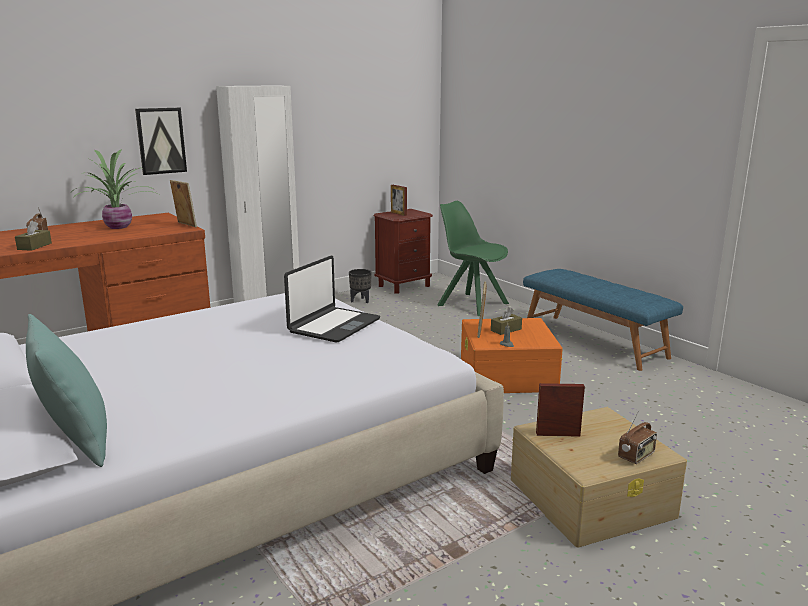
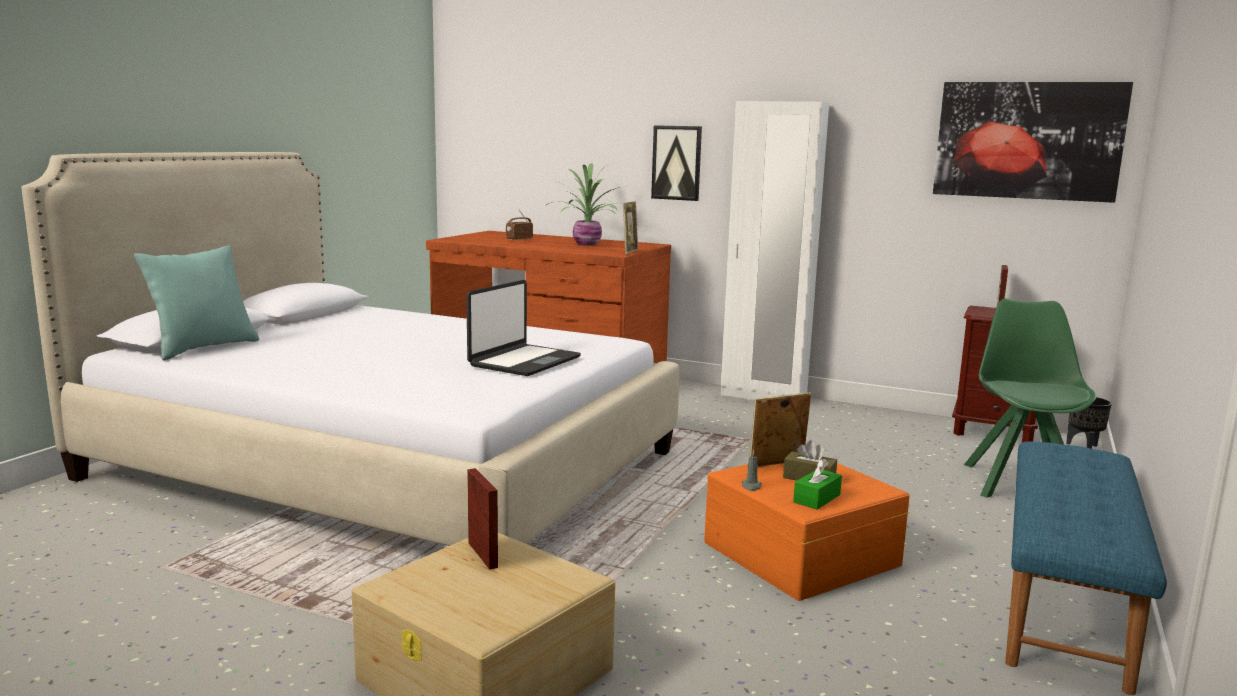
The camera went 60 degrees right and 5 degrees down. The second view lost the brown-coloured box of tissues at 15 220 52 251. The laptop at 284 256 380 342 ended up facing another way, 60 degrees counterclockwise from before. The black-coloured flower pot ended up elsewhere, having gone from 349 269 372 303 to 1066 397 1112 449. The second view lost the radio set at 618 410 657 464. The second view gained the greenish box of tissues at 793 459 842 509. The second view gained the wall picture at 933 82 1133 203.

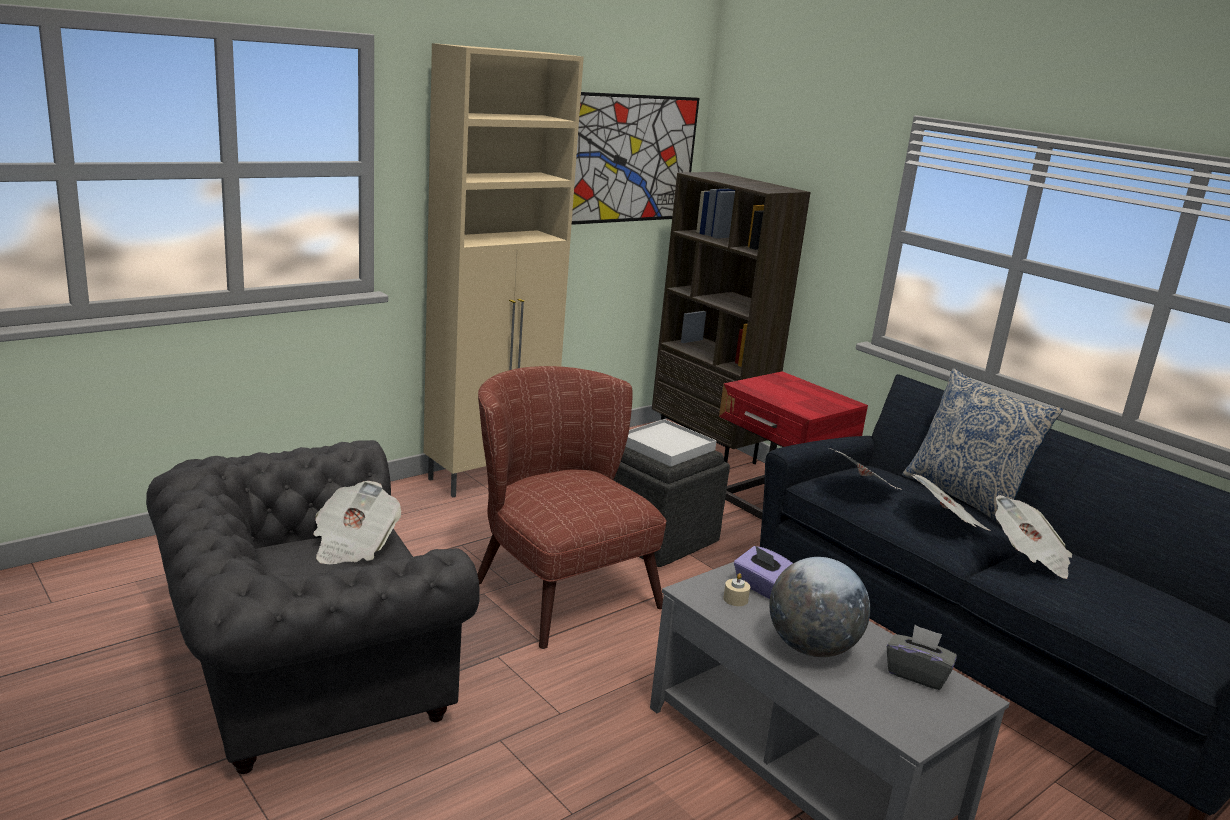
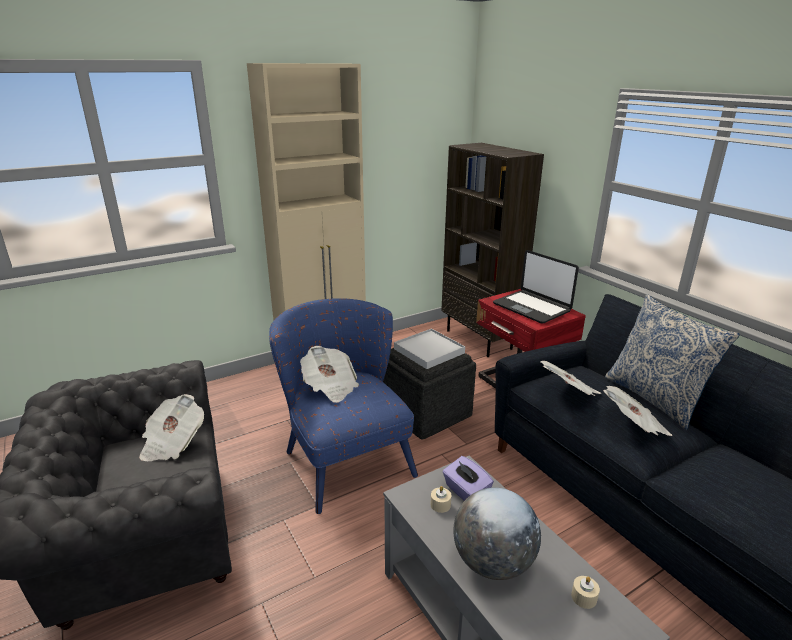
The camera went 10 degrees right and 5 degrees up. What was the brown-coloured lounge chair at 477 366 666 649 turned into the bluish lounge chair at 269 298 418 514. The second view lost the wall picture at 572 92 699 225. Where the grey box of tissues stood at 887 625 957 690, the sand-coloured wax light came to stand at 571 576 600 609. The newspaper ended up elsewhere, having gone from 995 495 1072 579 to 300 346 359 403. The second view gained the laptop at 493 250 579 323.

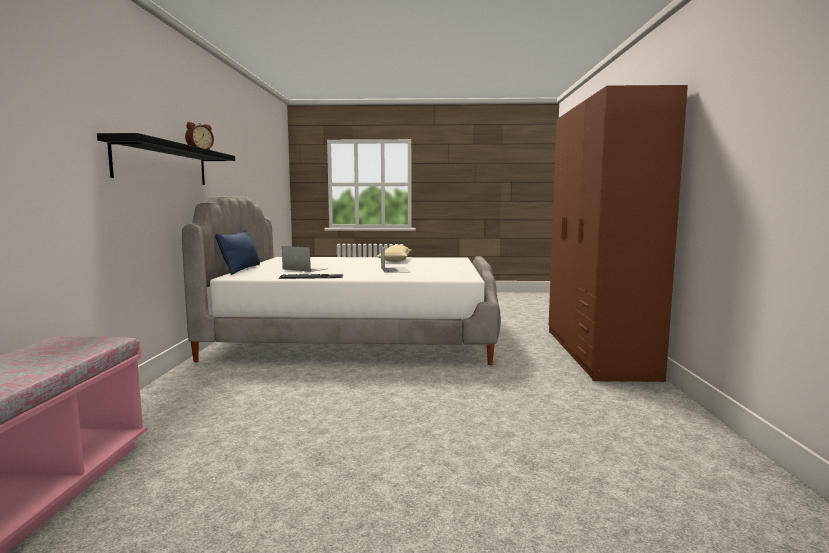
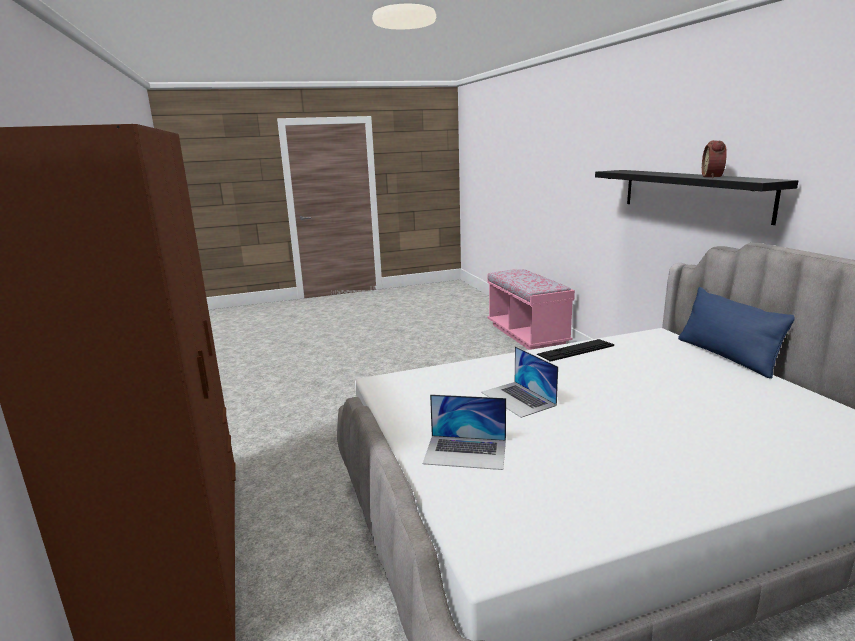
The camera went 160 degrees right and 10 degrees up. The laptop ended up elsewhere, having gone from 282 246 326 272 to 423 394 506 470. The second view lost the sand-coloured throw pillow at 376 245 412 262.

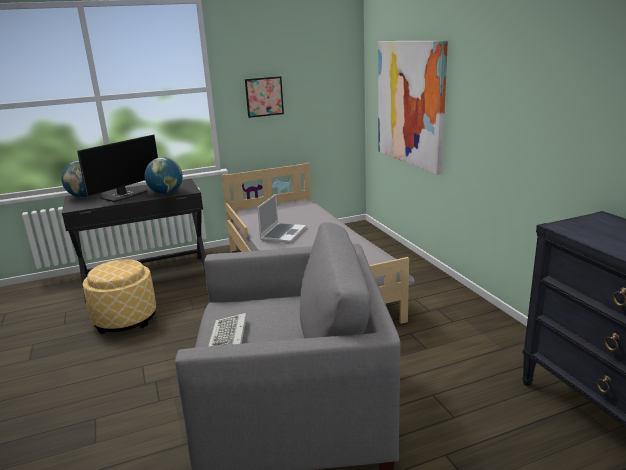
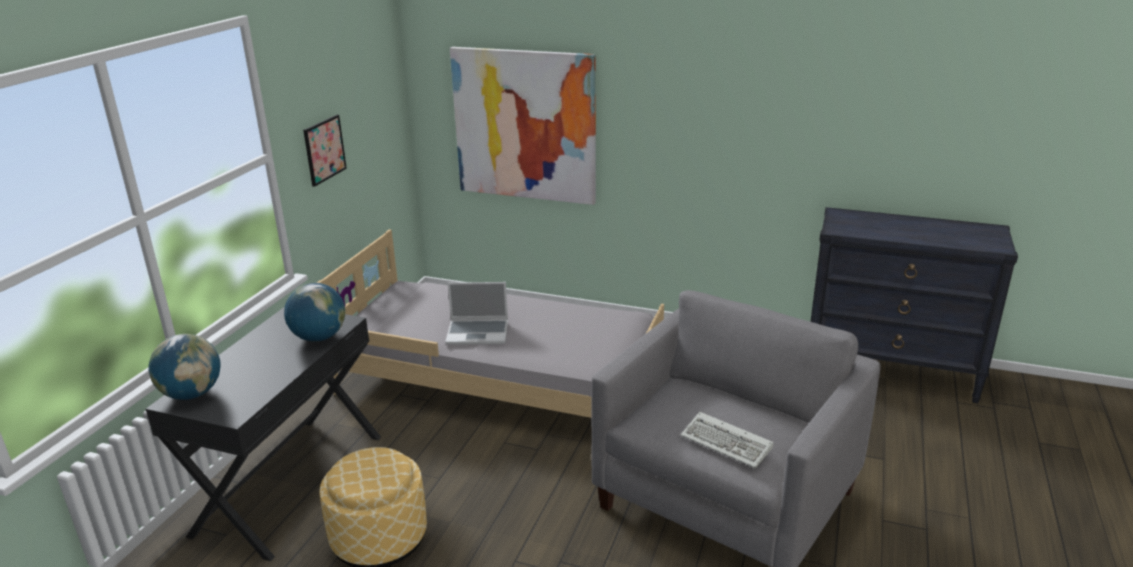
The camera went 50 degrees left and 5 degrees up. The second view lost the computer screen at 77 135 158 202. The laptop at 257 194 306 243 ended up facing another way, 120 degrees clockwise from before.

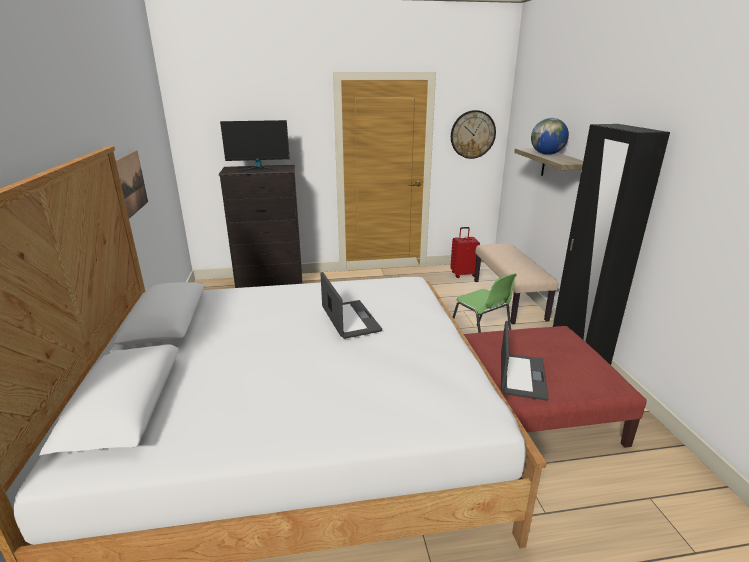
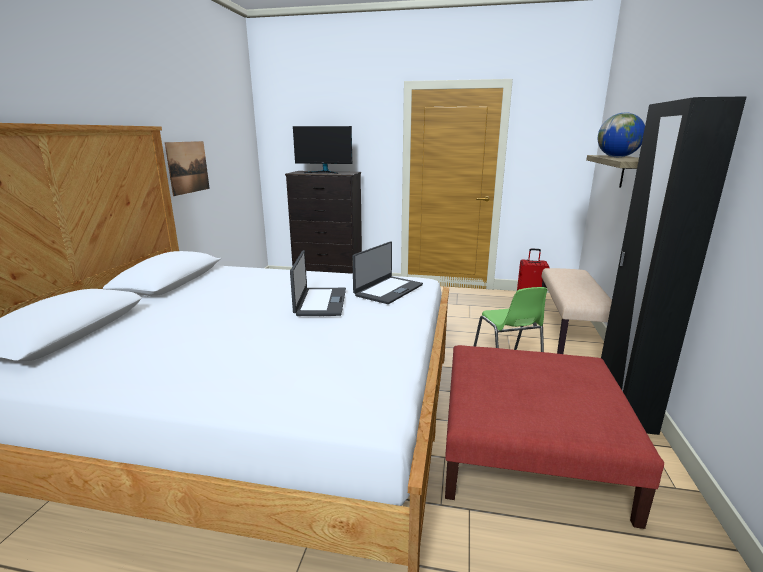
The camera went 20 degrees right and 5 degrees down. The second view lost the clock on the wall at 451 110 496 159. The laptop ended up elsewhere, having gone from 501 321 549 400 to 352 241 423 304.

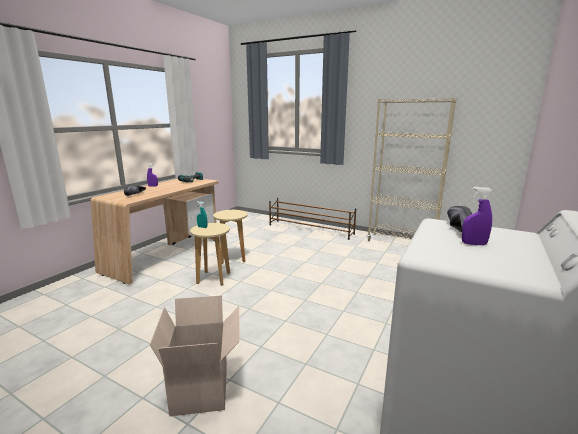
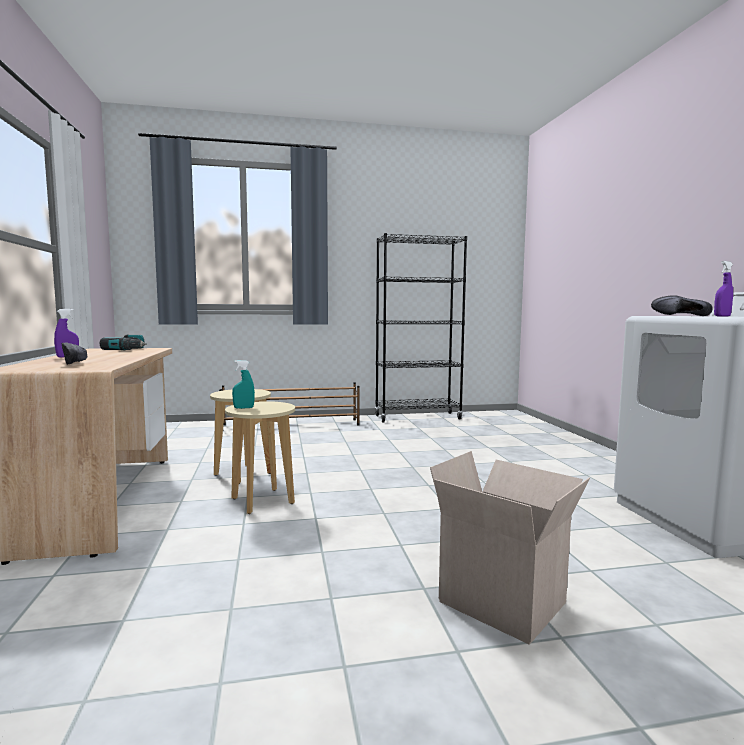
The camera went 40 degrees left and 10 degrees down. What was the sand-coloured bookshelf at 367 98 456 241 turned into the black-coloured bookshelf at 375 233 467 423.

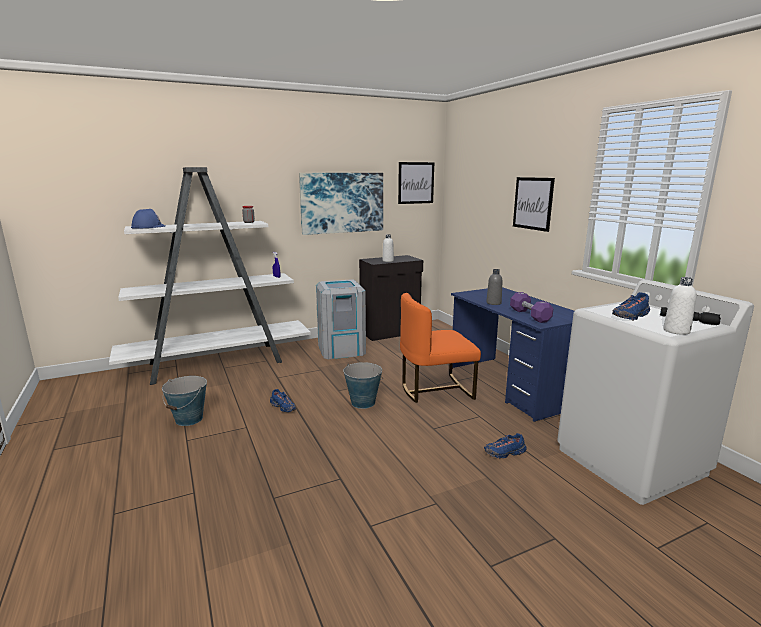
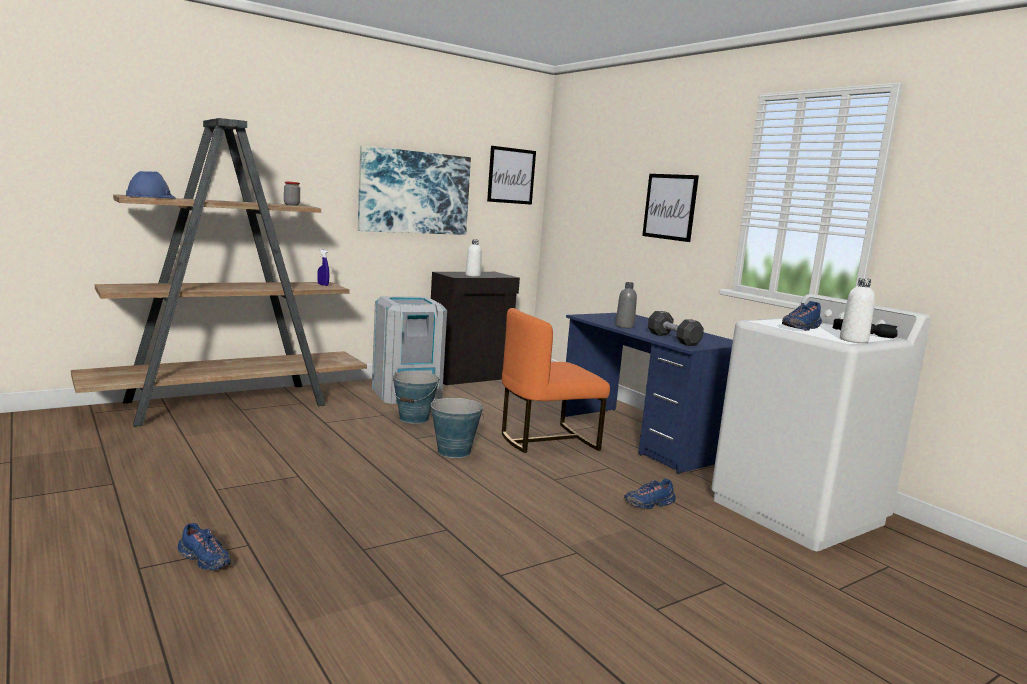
The camera went 10 degrees left and 5 degrees down. What was the whitish bookshelf at 109 167 311 385 turned into the brown-coloured bookshelf at 71 118 367 427. The bucket ended up elsewhere, having gone from 162 376 207 426 to 391 371 439 424. The bluish item of footwear ended up elsewhere, having gone from 270 389 296 412 to 178 523 231 570. What was the purplish free weight at 510 292 553 323 turned into the black-coloured free weight at 648 311 704 346.

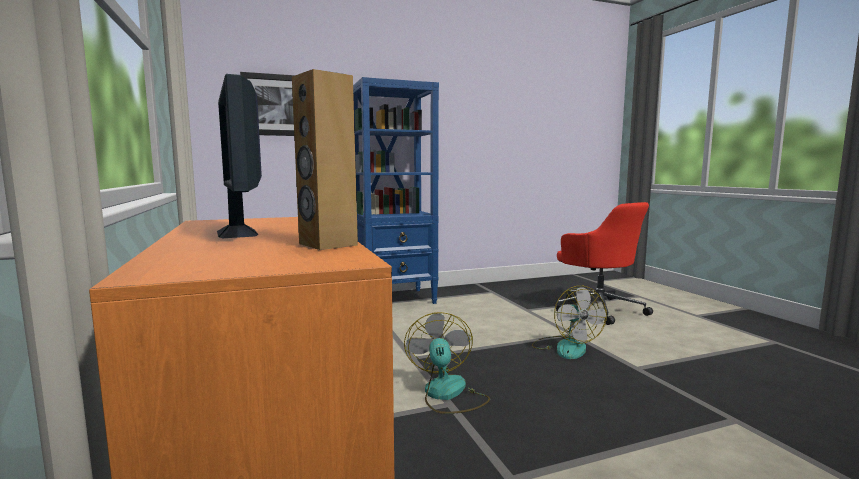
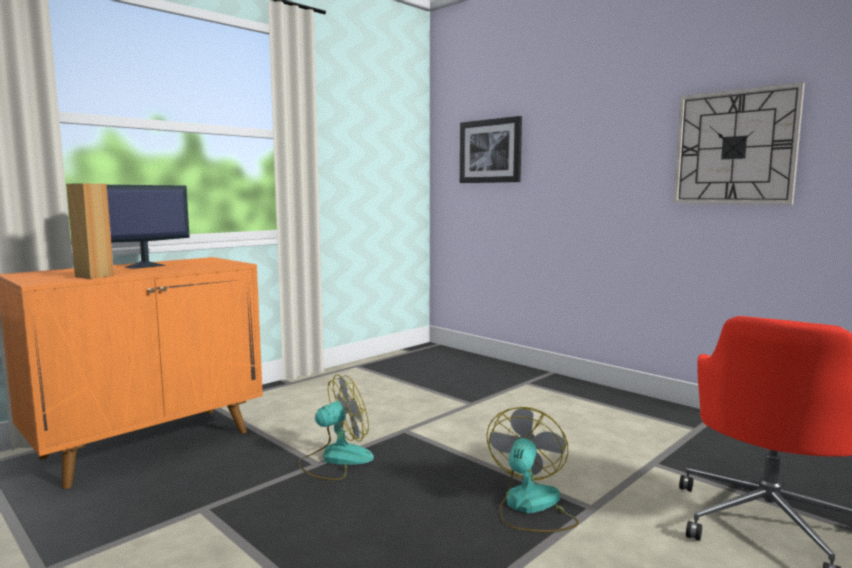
The camera went 65 degrees right and 0 degrees up. The second view lost the bluish bookshelf at 353 77 439 304. The electric fan at 532 286 607 359 ended up facing another way, 150 degrees clockwise from before. The second view gained the clock on the wall at 674 82 805 205.

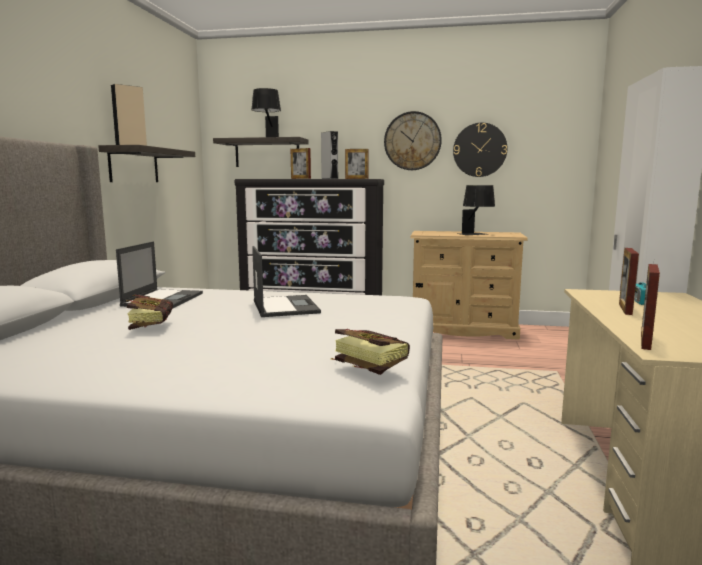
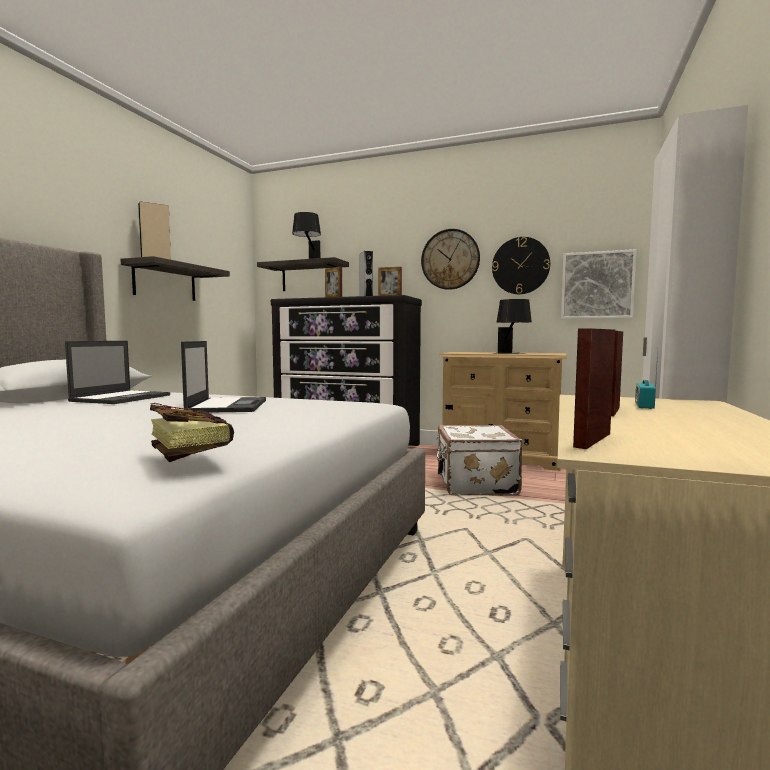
The camera went 10 degrees right and 5 degrees down. The second view lost the bound book at 127 295 173 330. The second view gained the whitish suitcase at 436 425 523 496. The second view gained the wall picture at 561 249 636 319.

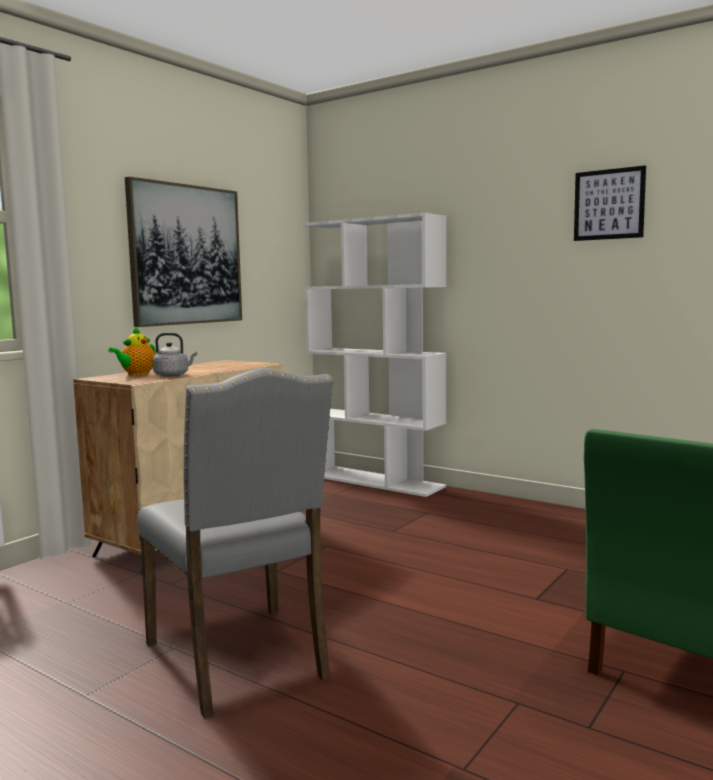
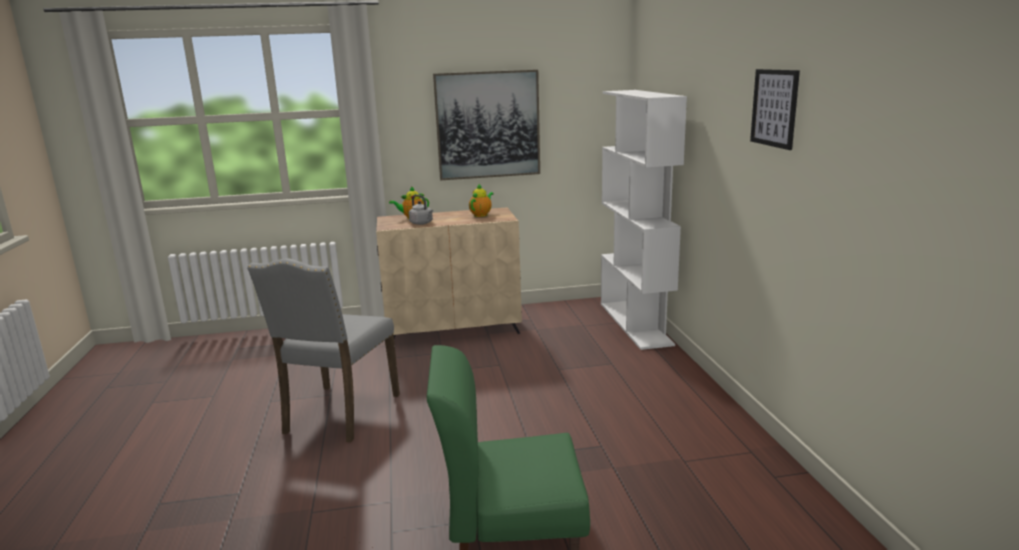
The camera went 45 degrees right and 10 degrees up. The second view gained the pot for tea at 469 184 494 217.

